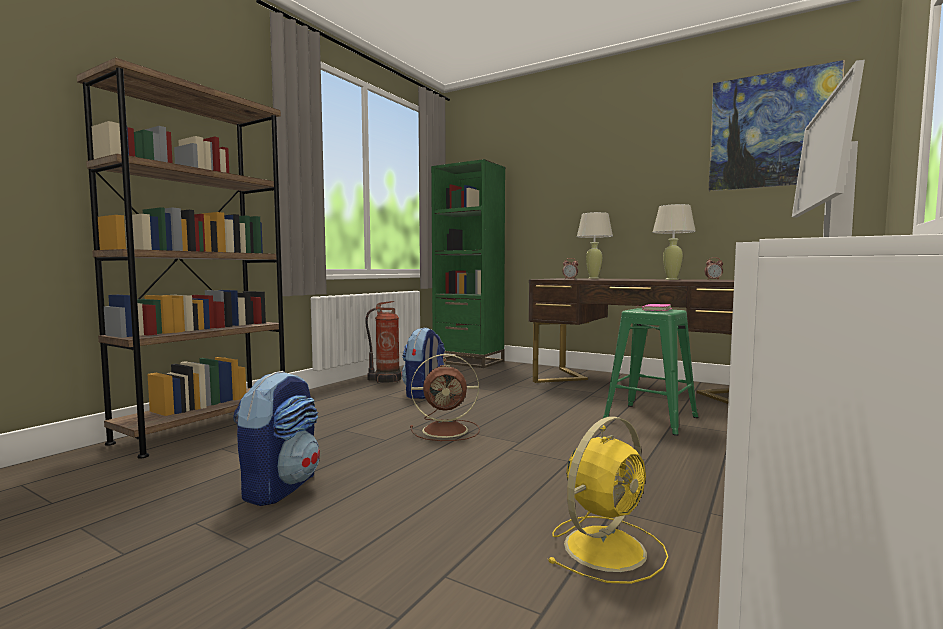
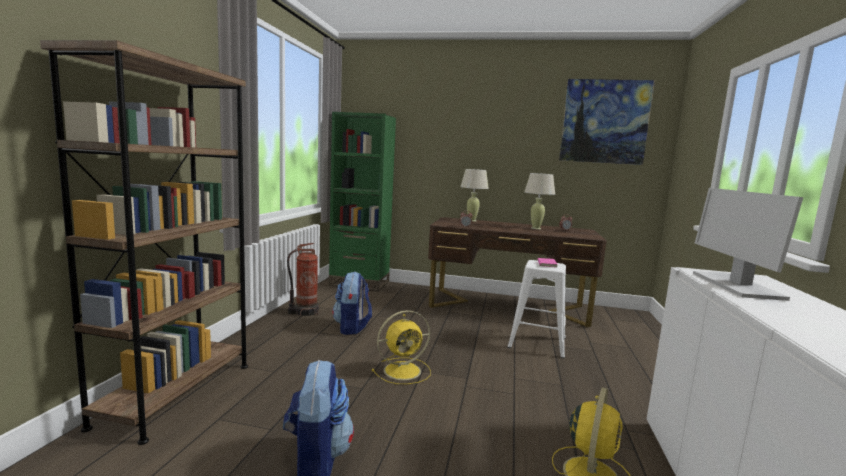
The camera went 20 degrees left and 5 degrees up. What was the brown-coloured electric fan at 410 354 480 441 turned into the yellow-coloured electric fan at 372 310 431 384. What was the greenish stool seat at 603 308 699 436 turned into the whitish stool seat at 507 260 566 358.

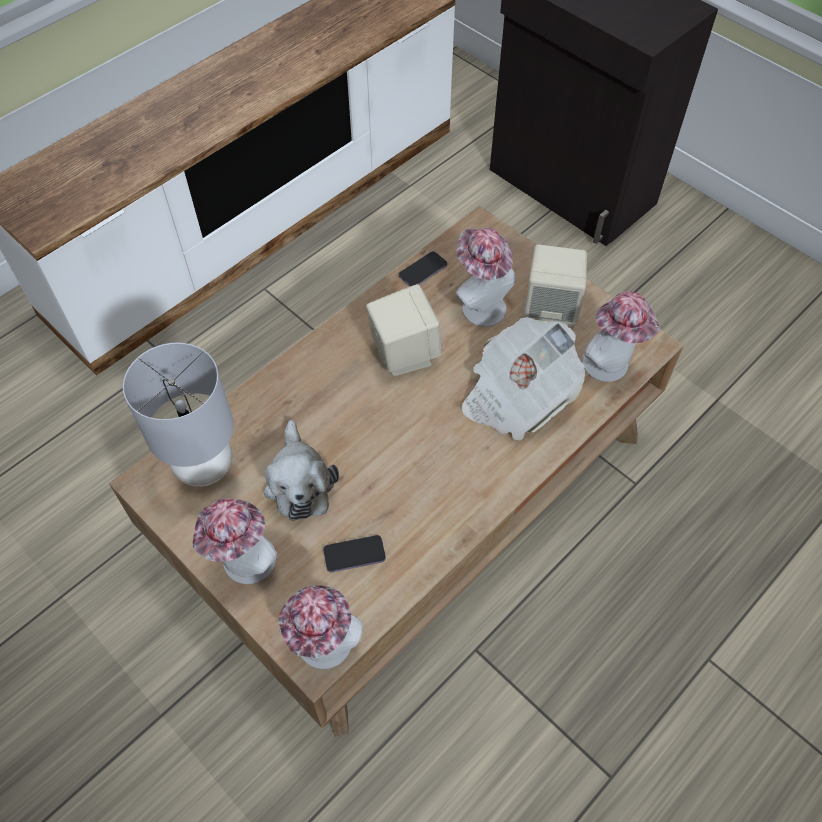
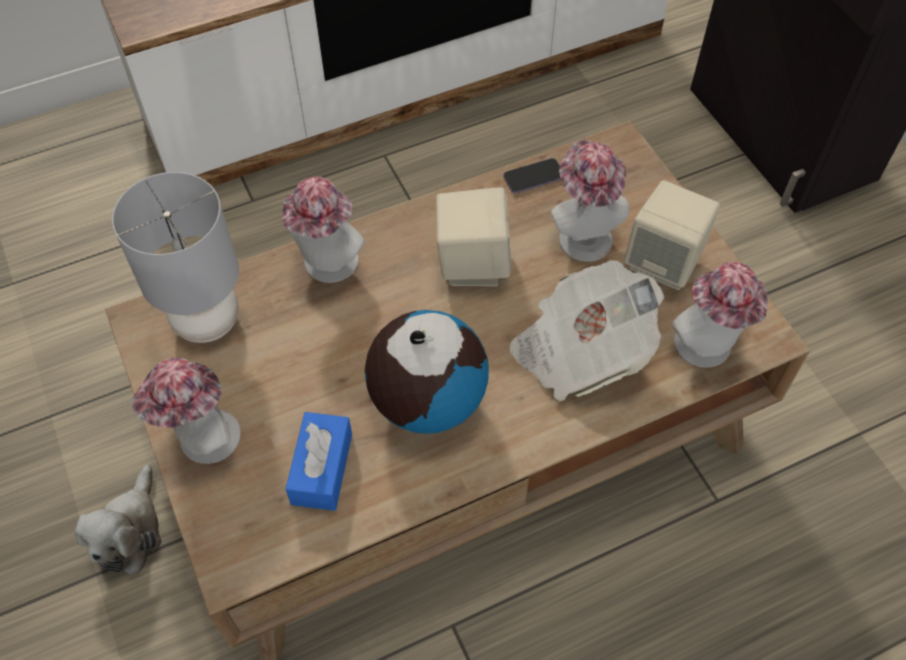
The camera went 20 degrees right and 0 degrees up. The plush toy ended up elsewhere, having gone from 264 420 339 521 to 75 465 162 574. The hat ended up elsewhere, having gone from 279 585 362 669 to 282 176 365 283. Where the telephone stood at 323 535 386 572, the bluish box of tissues came to stand at 286 412 352 511. The second view gained the desk globe at 365 310 489 434.

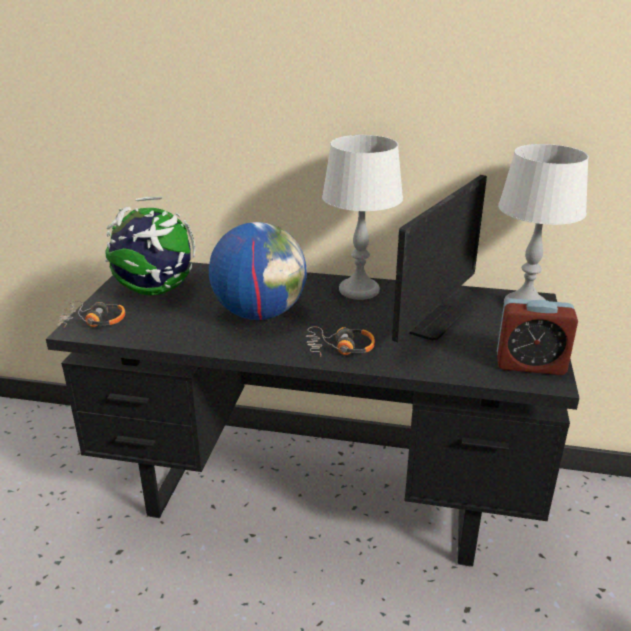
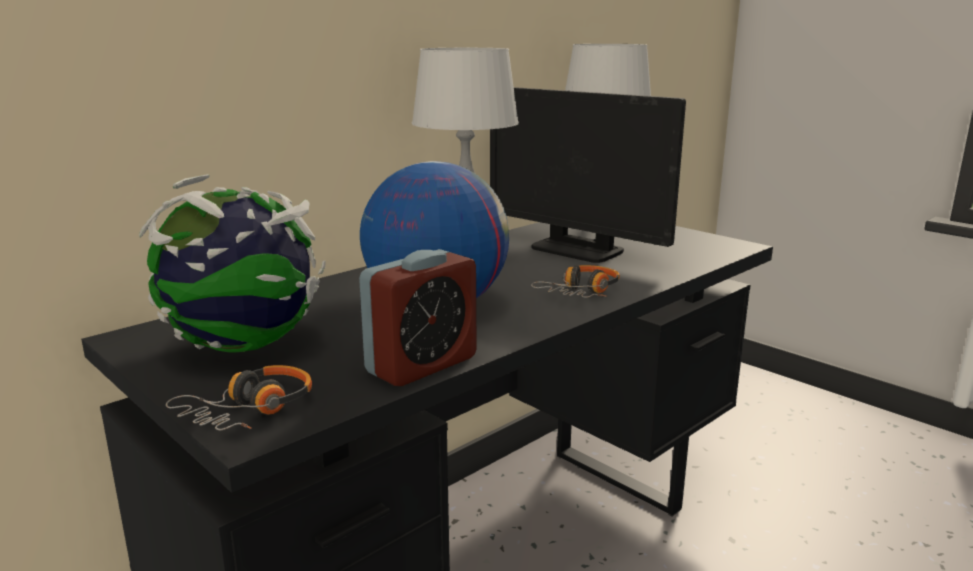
The camera went 55 degrees left and 10 degrees down. The computer screen at 392 175 487 342 ended up facing another way, 150 degrees clockwise from before. The alarm clock ended up elsewhere, having gone from 497 298 578 375 to 359 249 476 386.

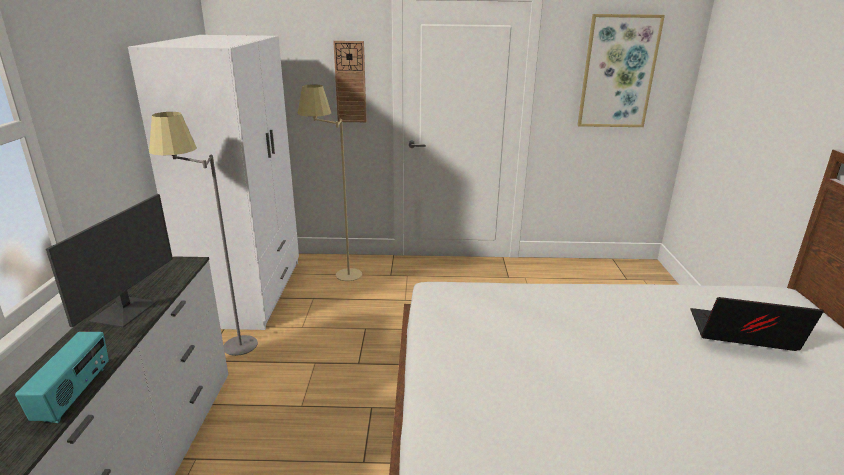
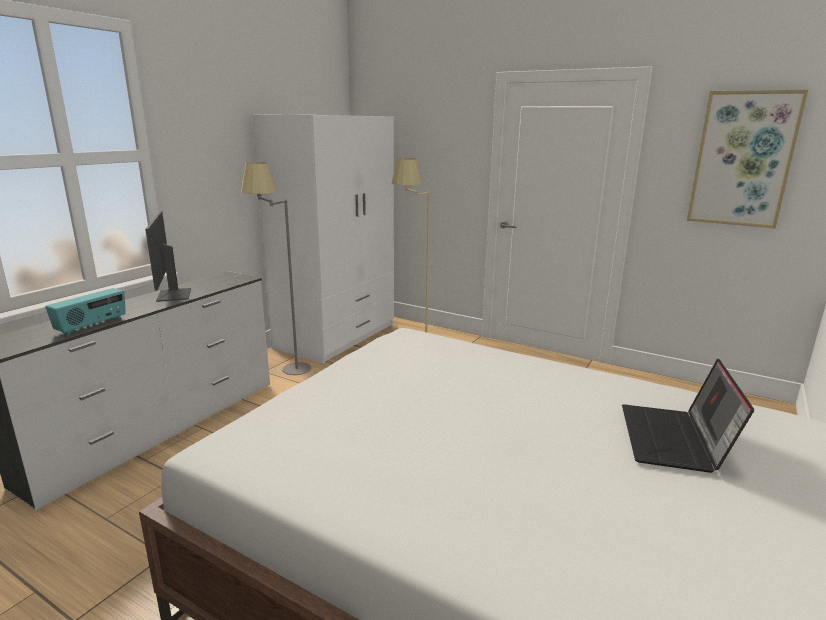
The camera went 30 degrees right and 5 degrees down. The computer screen at 46 194 173 328 ended up facing another way, 120 degrees clockwise from before. The second view lost the clock on the wall at 333 41 366 122. The laptop at 690 297 824 351 ended up facing another way, 120 degrees counterclockwise from before.

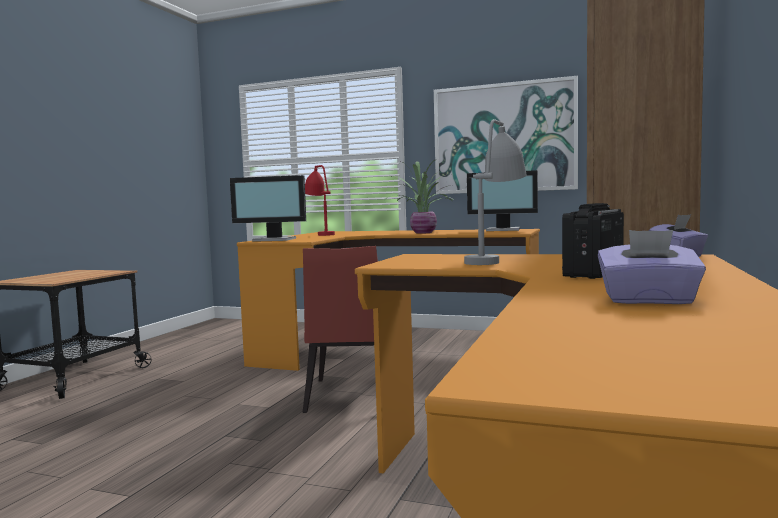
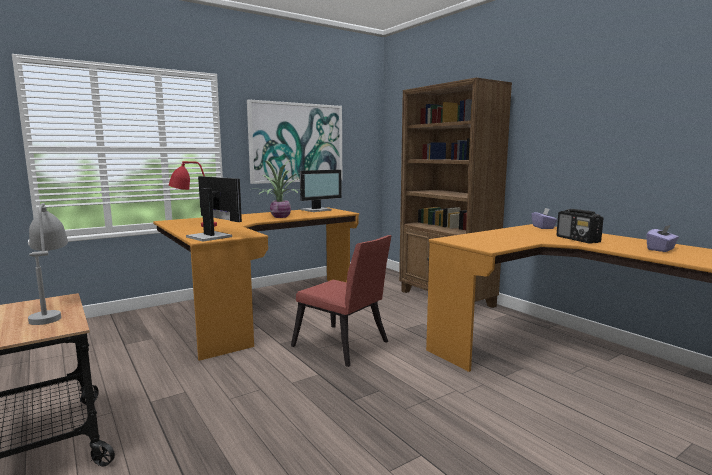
The camera went 55 degrees left and 5 degrees up. The computer screen at 230 175 306 242 ended up facing another way, 90 degrees counterclockwise from before. The grey tabletop lamp ended up elsewhere, having gone from 464 119 527 265 to 28 203 68 325.

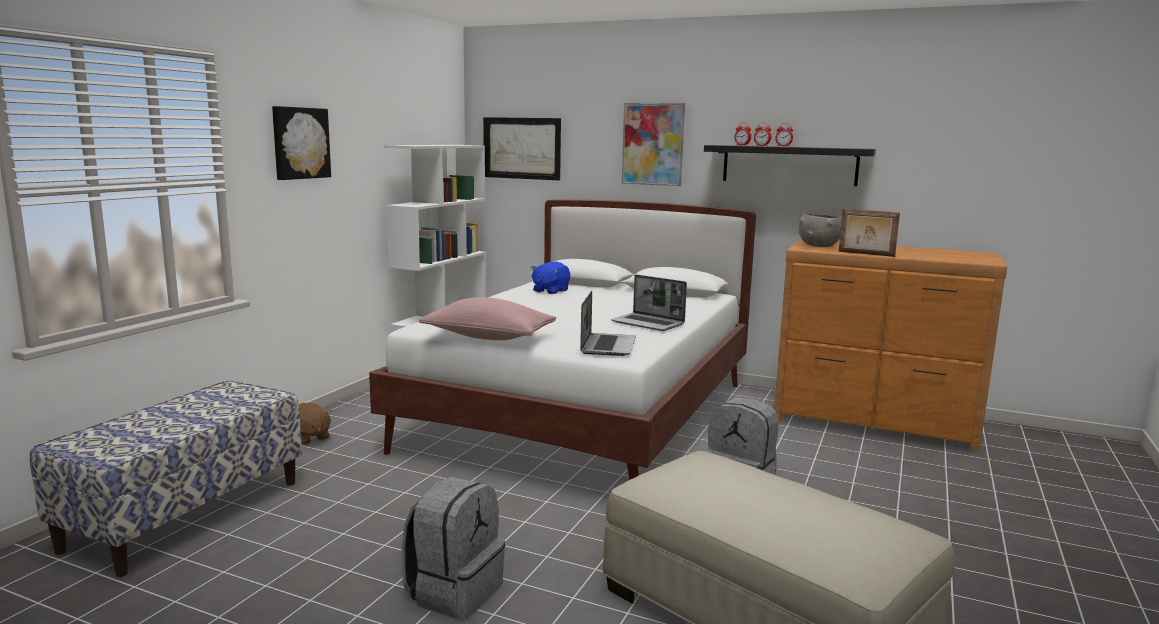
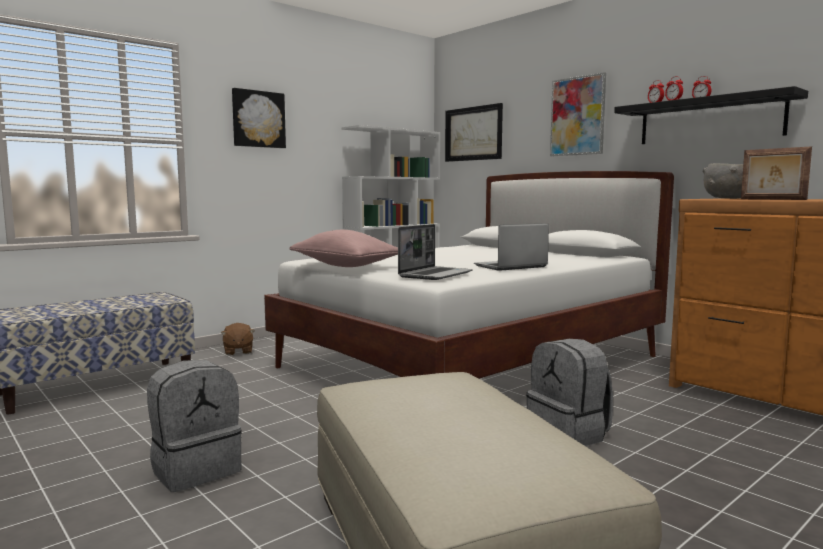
The camera went 25 degrees right and 5 degrees down. The second view lost the bluish plush toy at 531 262 570 294. The laptop at 611 274 687 331 ended up facing another way, 90 degrees clockwise from before.

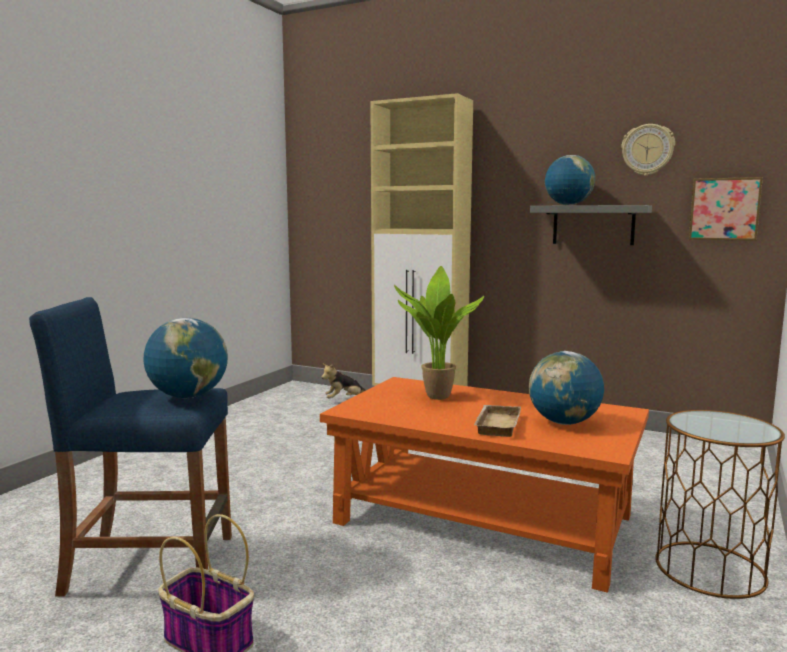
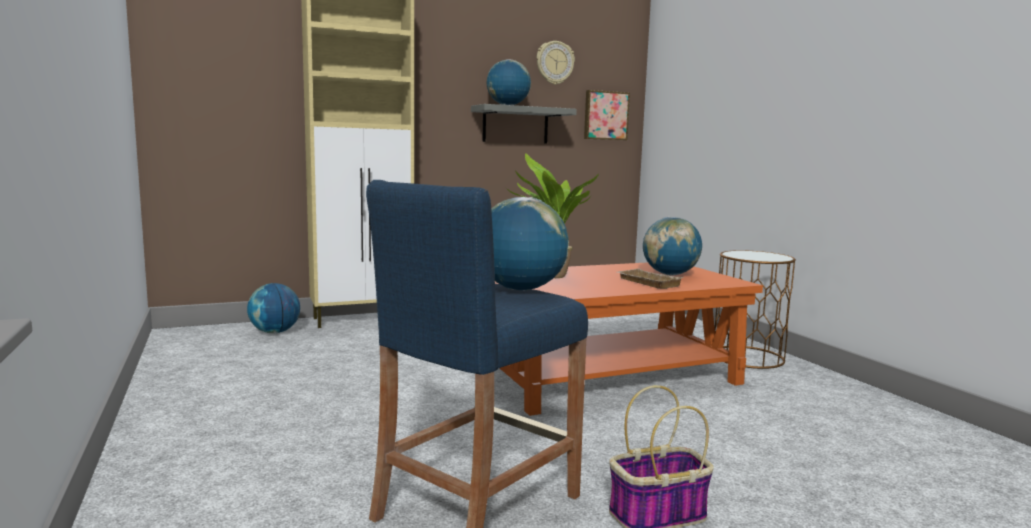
The camera went 50 degrees left and 0 degrees up. Where the plush toy stood at 321 364 366 399, the desk globe came to stand at 247 283 300 333.

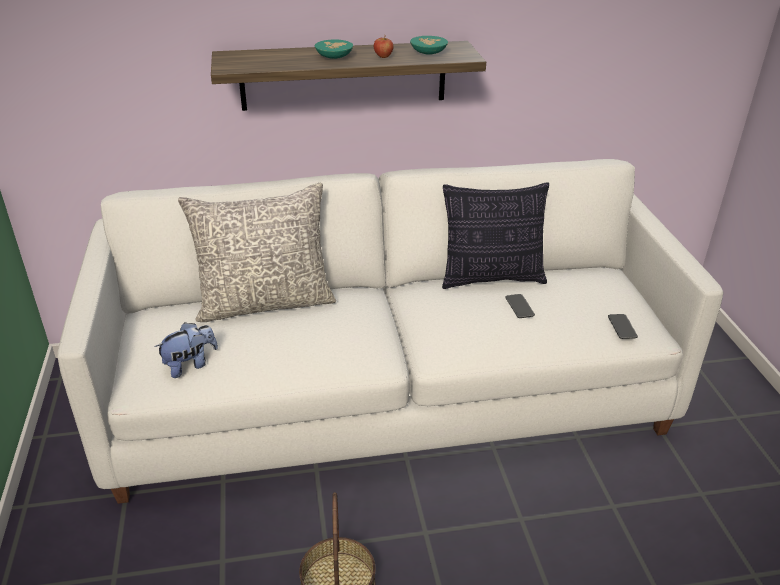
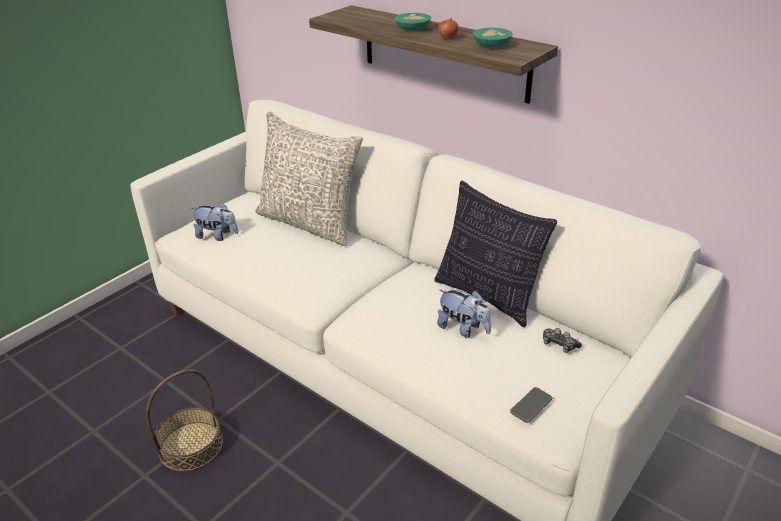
The camera went 50 degrees right and 0 degrees up. Where the telephone stood at 505 294 535 318, the plush toy came to stand at 437 289 491 338. The second view gained the gamepad at 543 328 582 353.

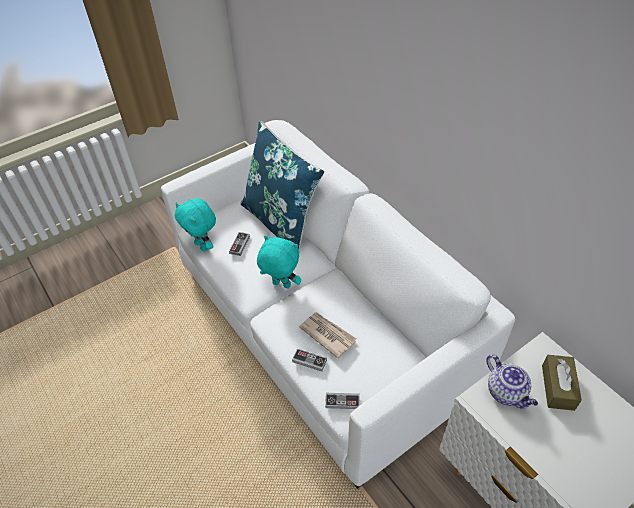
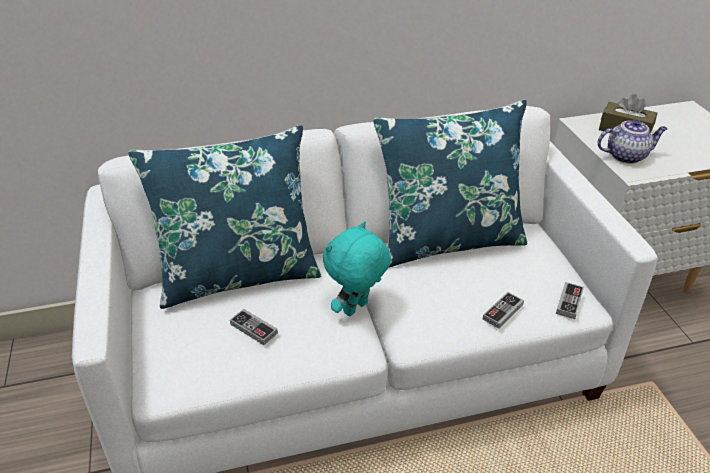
The camera went 70 degrees left and 10 degrees down. The second view lost the turquoise plush toy at 175 198 216 252. The second view lost the newspaper at 299 312 356 358. The second view gained the bluish throw pillow at 373 100 528 267.

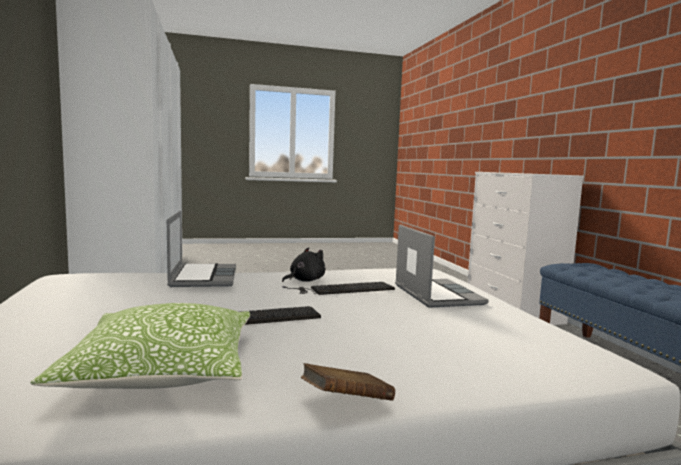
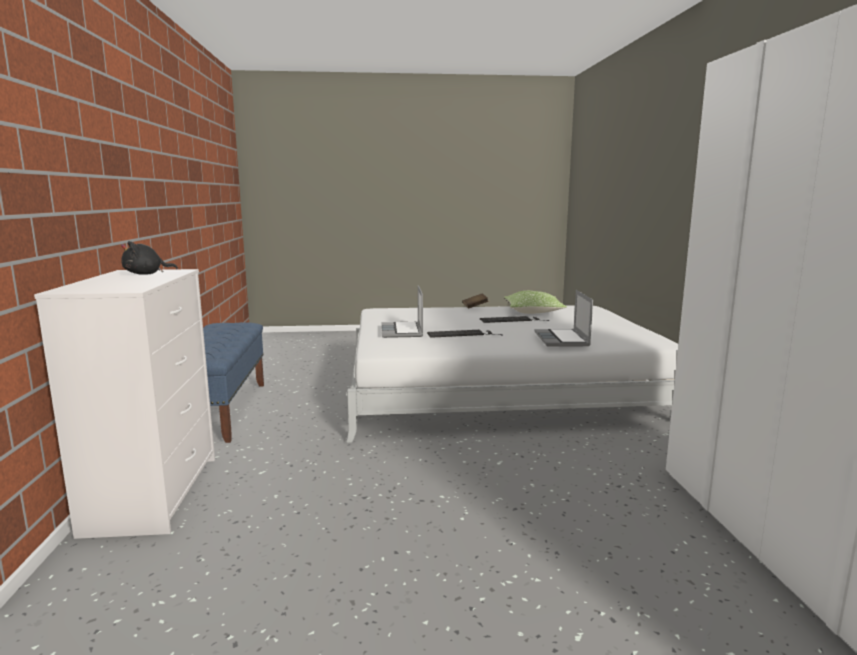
The camera went 170 degrees left and 5 degrees up. The black-coloured plush toy ended up elsewhere, having gone from 282 247 325 282 to 121 241 178 275.

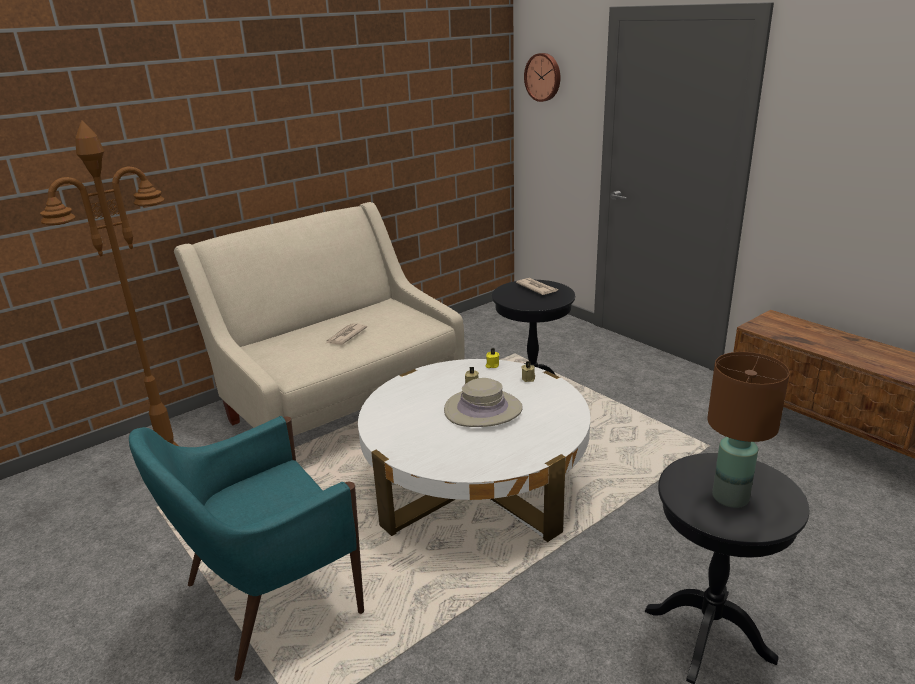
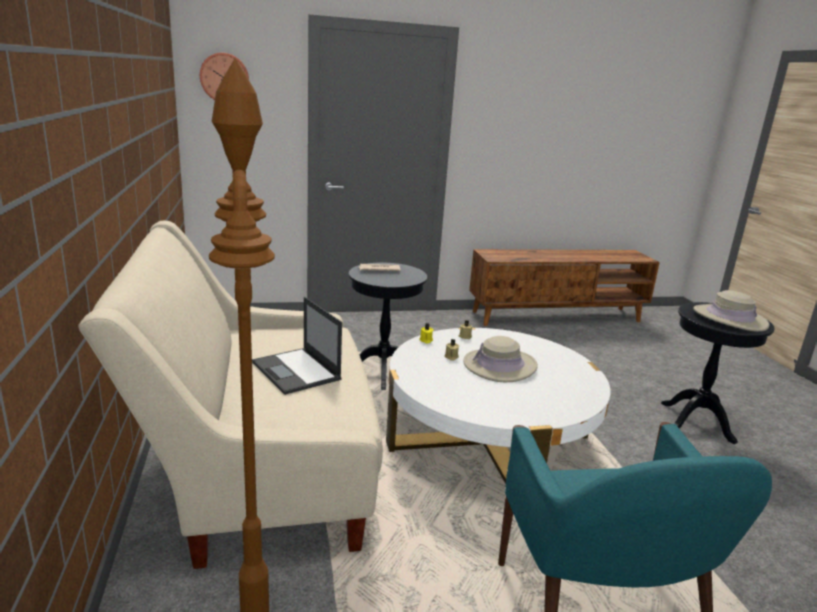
The camera went 65 degrees left and 5 degrees down. Where the newspaper stood at 327 323 367 345, the laptop came to stand at 252 297 342 395. Where the brown-coloured tabletop lamp stood at 707 352 790 508, the sand-coloured hat came to stand at 693 290 769 332.

